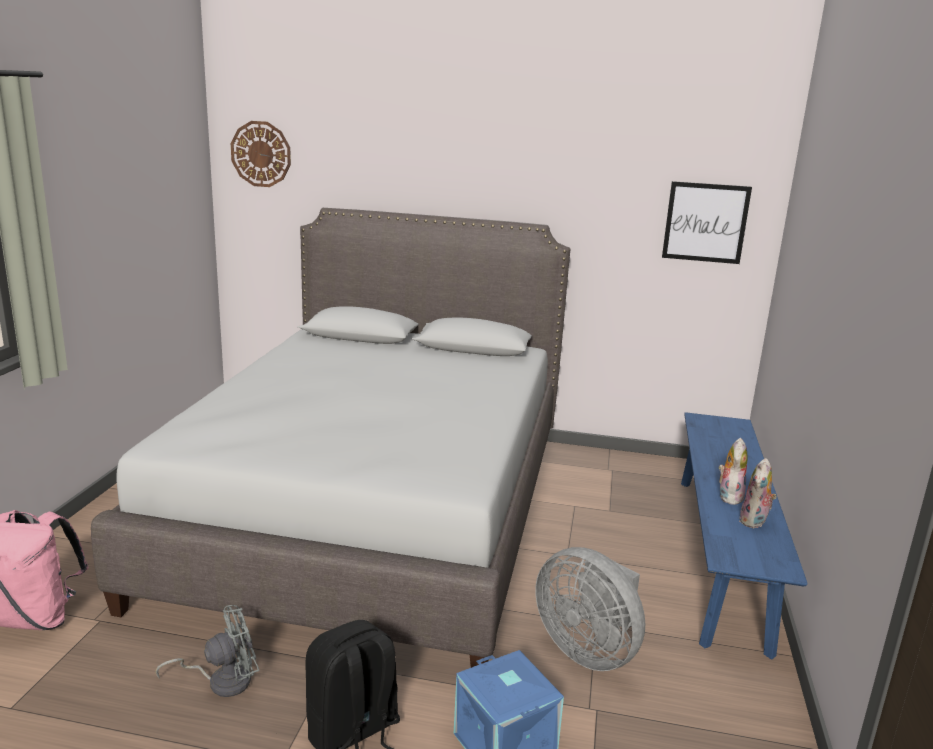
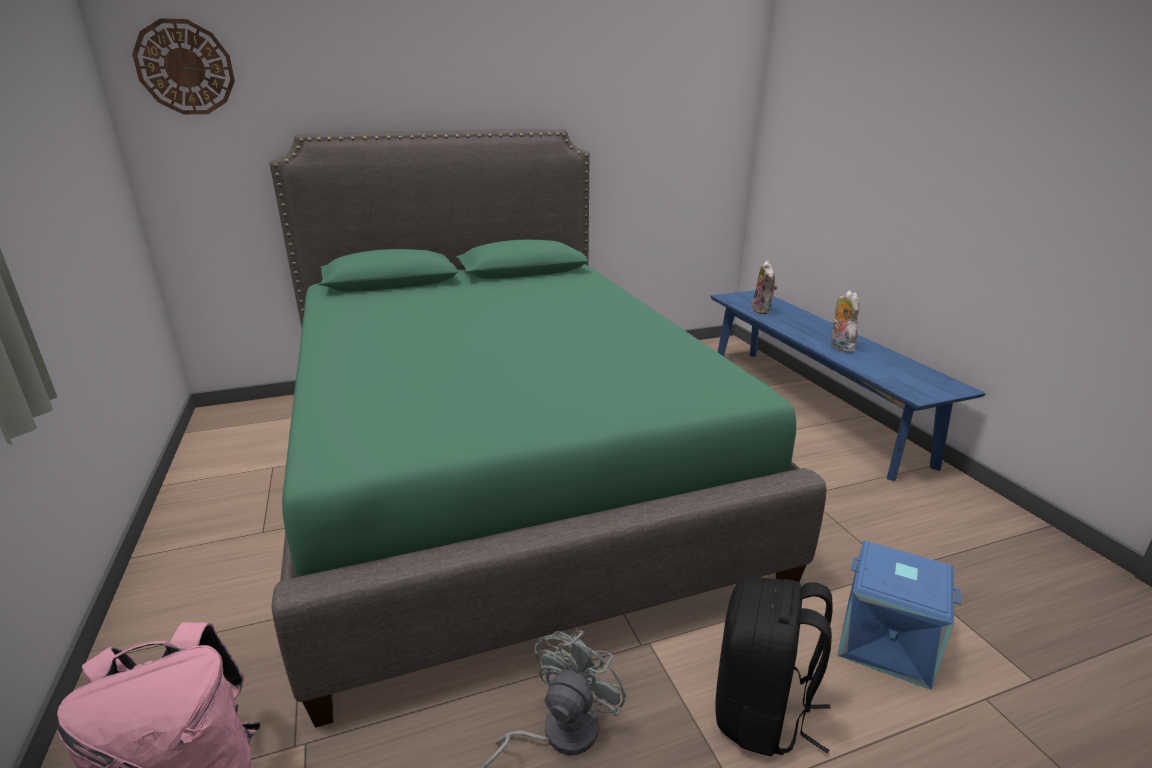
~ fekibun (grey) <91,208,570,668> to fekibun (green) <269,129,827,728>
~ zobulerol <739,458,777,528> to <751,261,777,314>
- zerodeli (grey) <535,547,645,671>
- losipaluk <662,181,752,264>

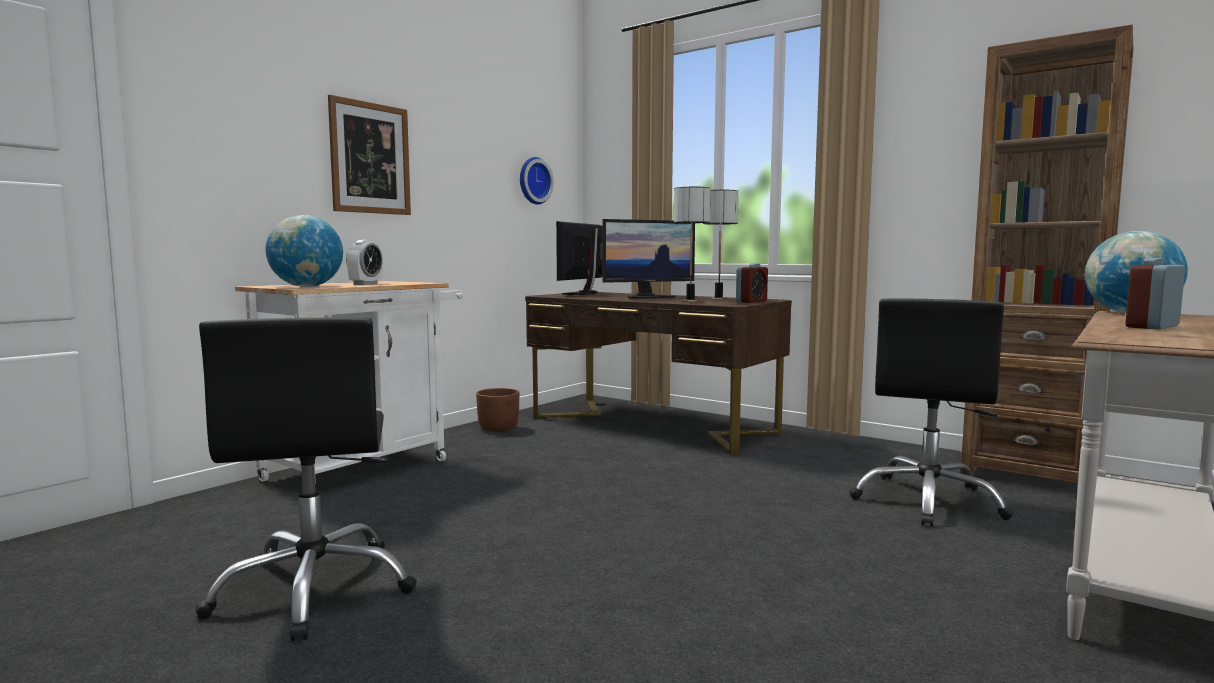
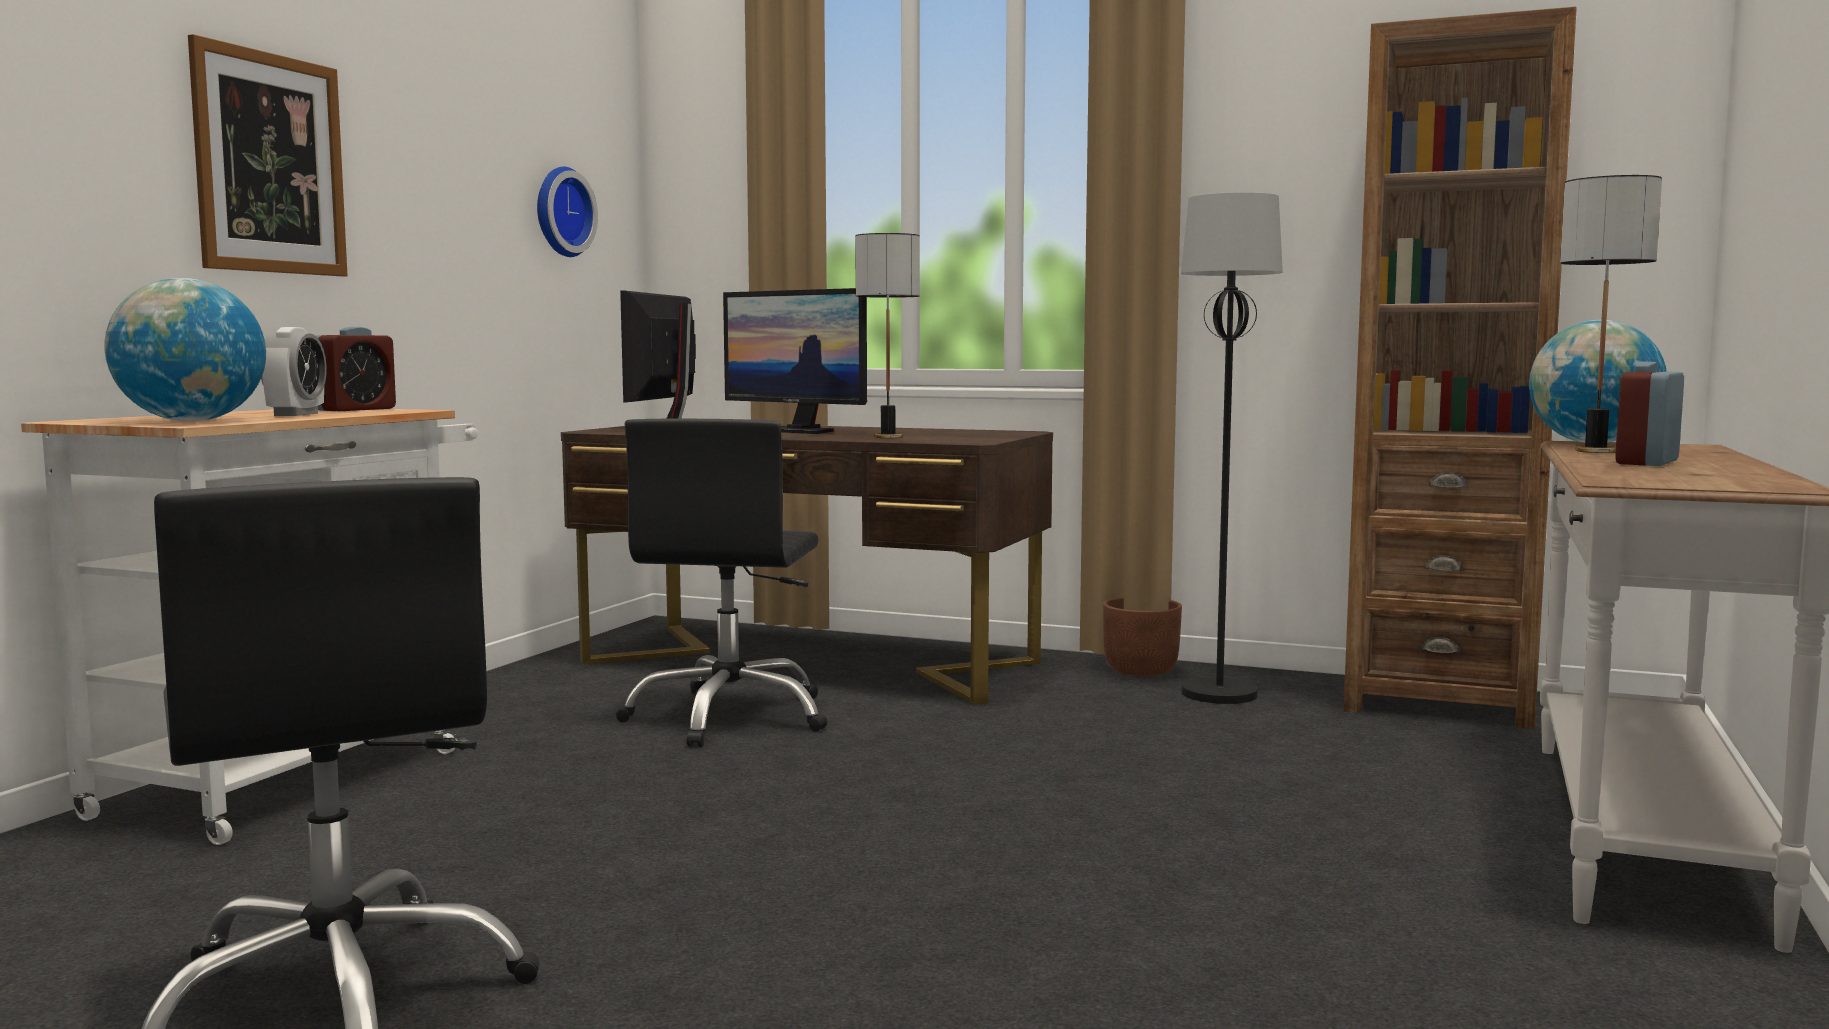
~ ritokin <736,263,768,303> to <315,327,396,411>
~ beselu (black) <849,299,1014,527> to <616,419,828,747>
~ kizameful <600,219,695,299> = <723,288,867,434> 75 degrees clockwise
~ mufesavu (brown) <476,388,519,432> to <1103,597,1182,676>
+ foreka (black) <1181,192,1283,704>
~ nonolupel <703,190,739,300> to <1560,175,1662,453>

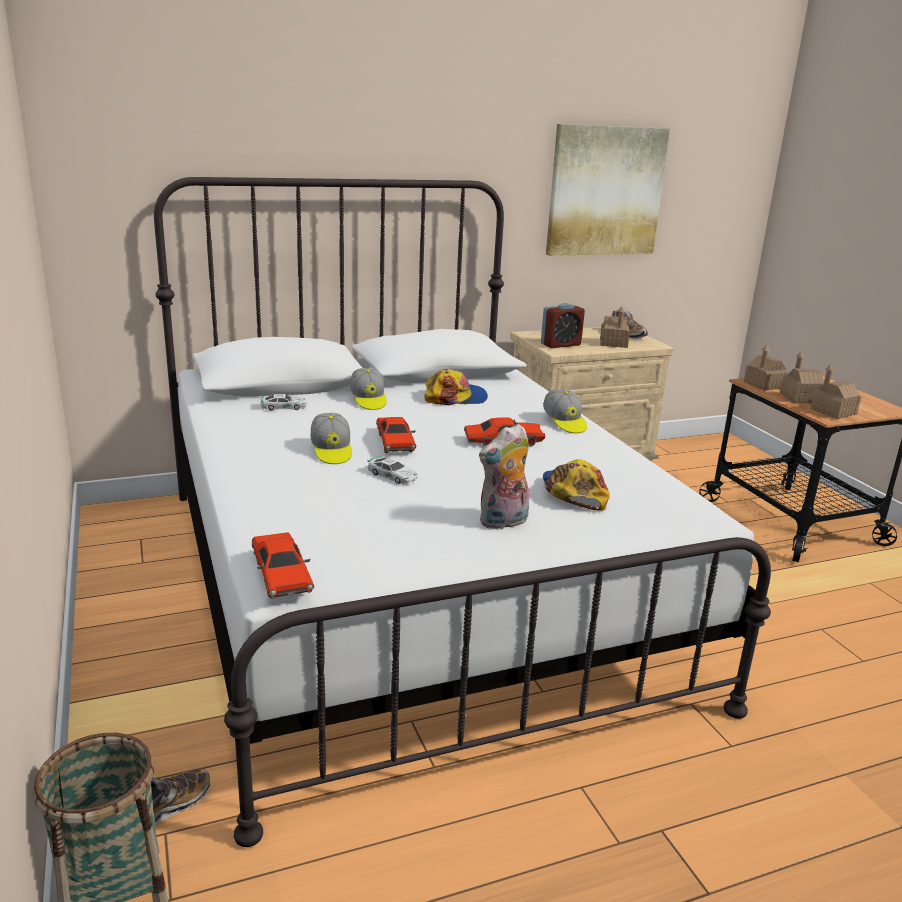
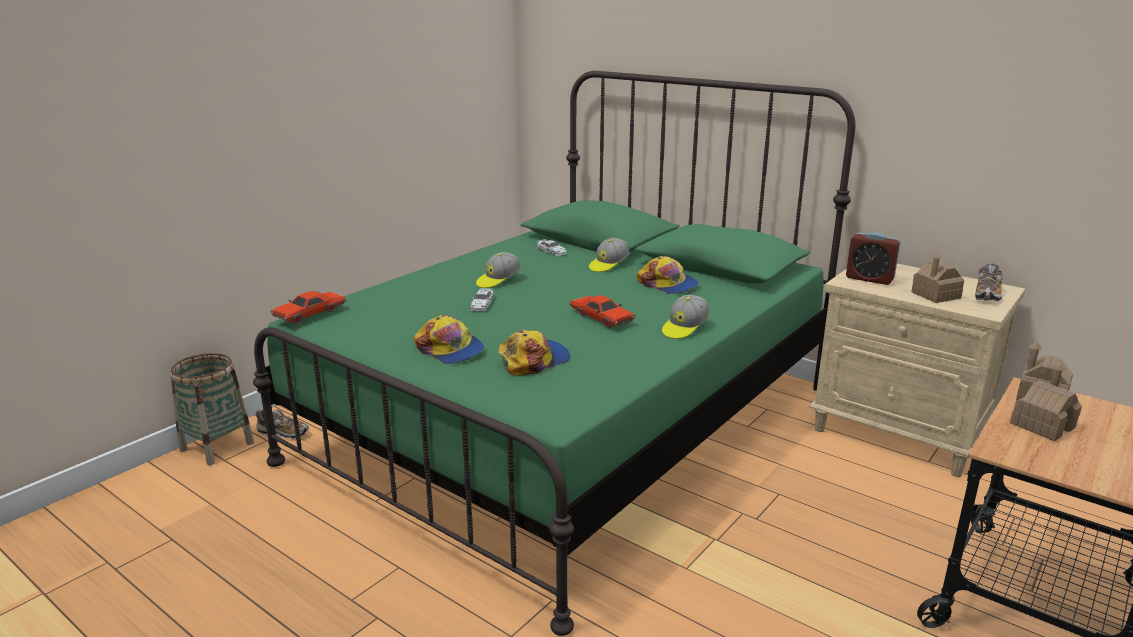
~ fekibun (white) <154,177,771,847> to fekibun (green) <253,71,856,636>
~ zobulerol <479,424,529,529> to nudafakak <414,315,485,364>
- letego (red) <376,417,416,453>
- losipaluk <546,124,670,256>
- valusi <810,364,861,419>

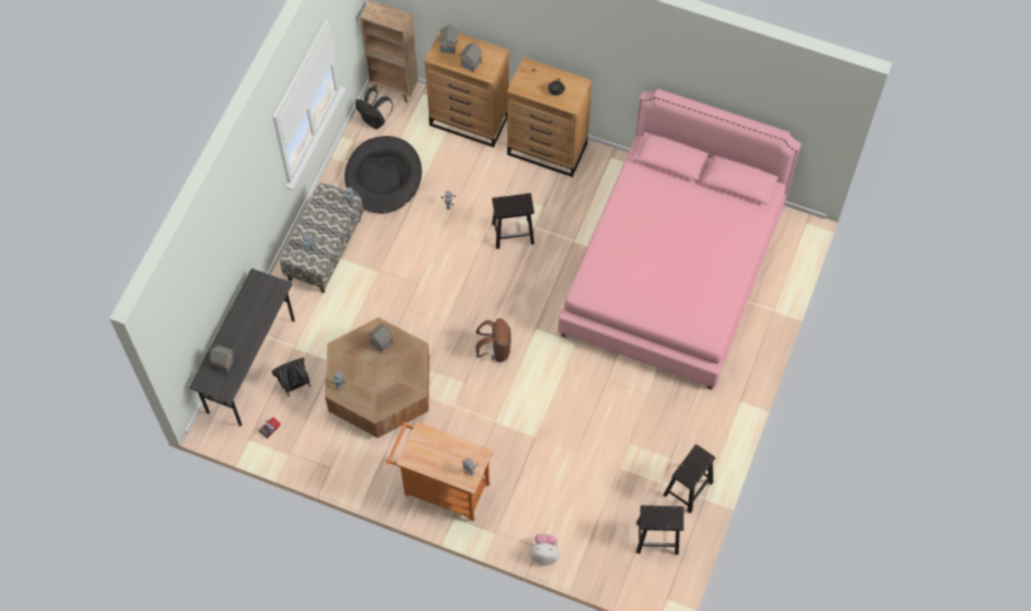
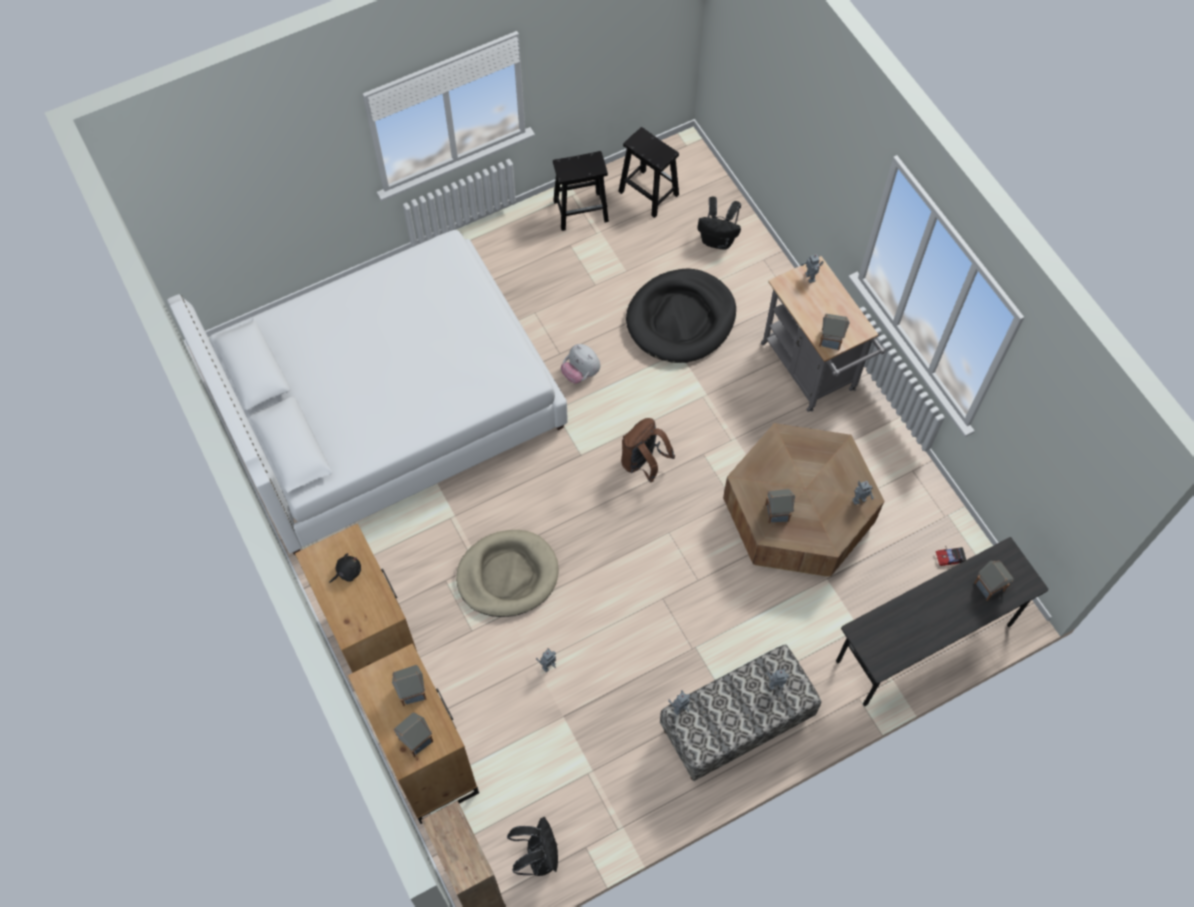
~ fekibun (pink) <558,89,801,390> to fekibun (white) <167,230,568,555>
~ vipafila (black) <492,193,534,249> to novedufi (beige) <456,530,558,617>
~ zobulerol <530,534,559,565> to <561,344,600,383>
~ novedufi (black) <345,136,422,214> to <626,269,736,363>
~ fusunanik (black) <271,357,311,397> to <697,197,741,250>
~ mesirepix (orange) <385,421,493,521> to mesirepix (grey) <761,256,886,412>
+ valusi <819,314,850,350>

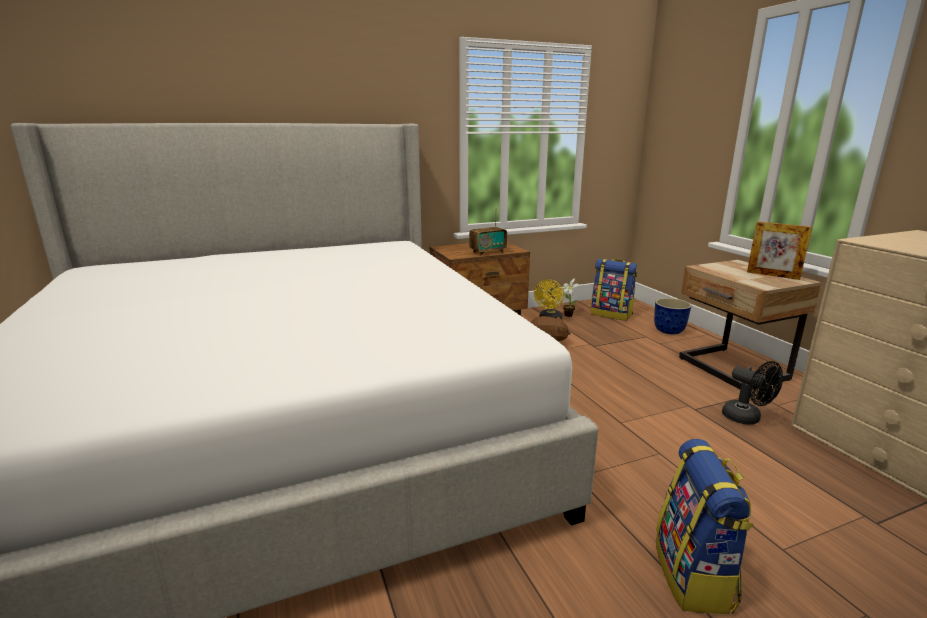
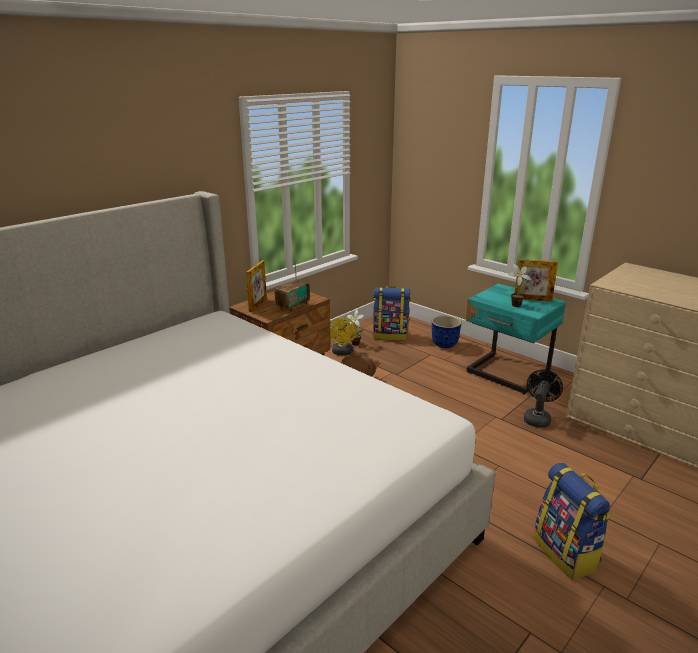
+ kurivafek <246,260,267,312>
~ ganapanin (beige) <679,260,821,390> to ganapanin (turquoise) <466,284,566,395>
+ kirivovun <508,264,531,307>
~ zerodeli (black) <722,361,783,425> = <524,370,563,428> 90 degrees counterclockwise

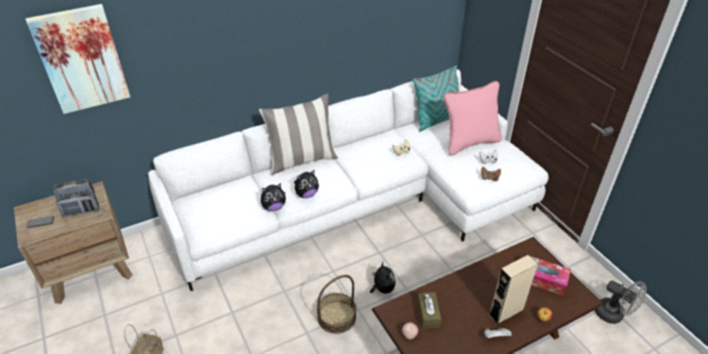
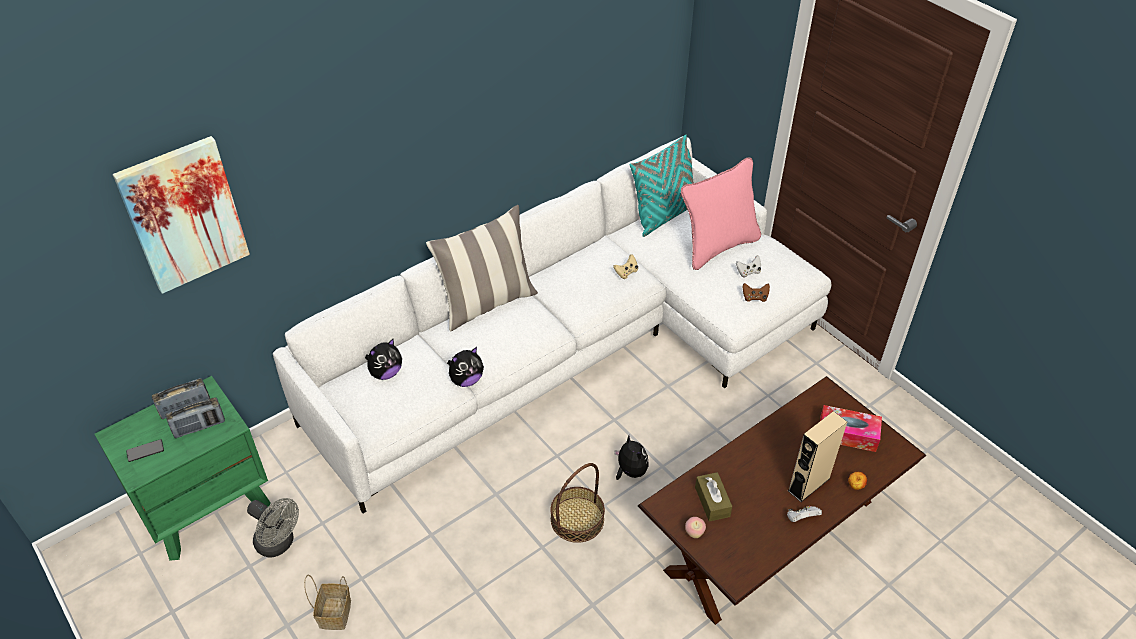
~ ganapanin (brown) <14,181,133,304> to ganapanin (green) <94,376,271,560>
~ zerodeli (grey) <595,280,646,324> to <247,498,299,558>
~ zobulerol <294,169,319,198> to <365,338,402,380>

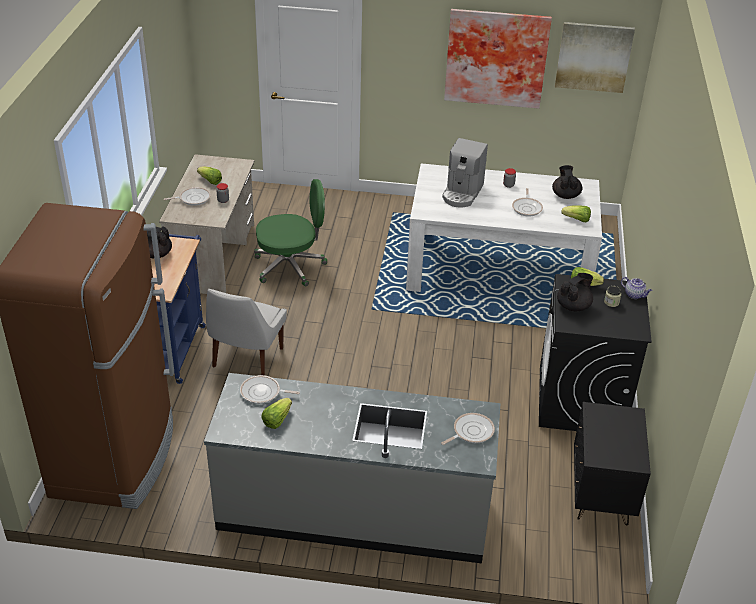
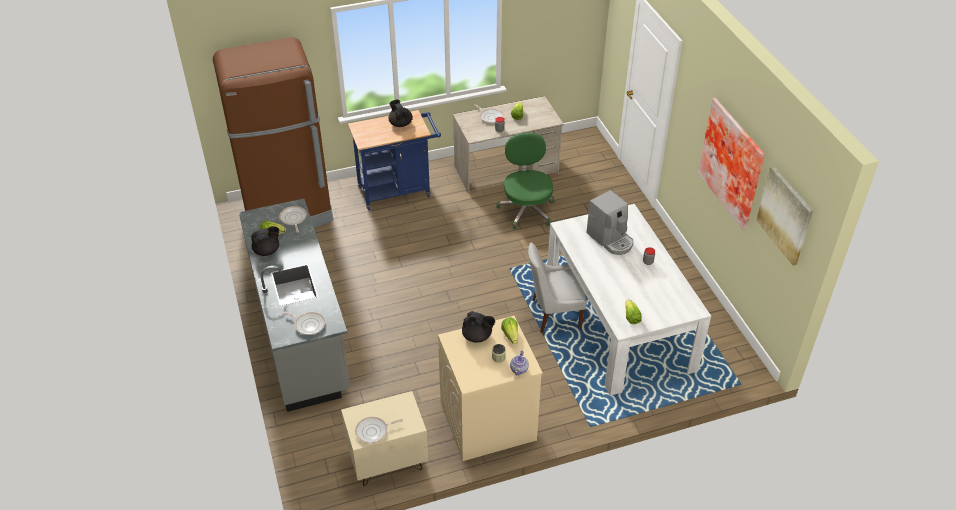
~ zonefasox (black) <552,165,582,199> to <251,226,279,256>
~ ganapanin (black) <574,402,651,526> to ganapanin (beige) <341,391,428,486>
~ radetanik <512,188,543,217> to <355,417,403,443>
~ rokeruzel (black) <539,274,652,431> to rokeruzel (beige) <438,316,543,461>
~ beselu (green) <254,179,327,287> = <496,133,555,229> 150 degrees counterclockwise
~ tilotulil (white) <206,289,287,375> to <528,242,587,333>
~ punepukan <442,138,488,207> = <587,190,633,255> 120 degrees counterclockwise

